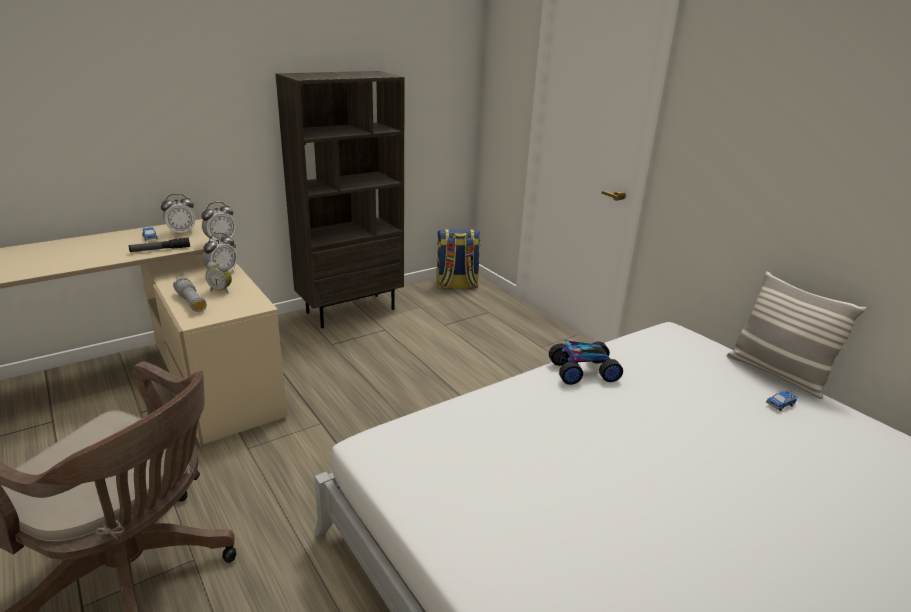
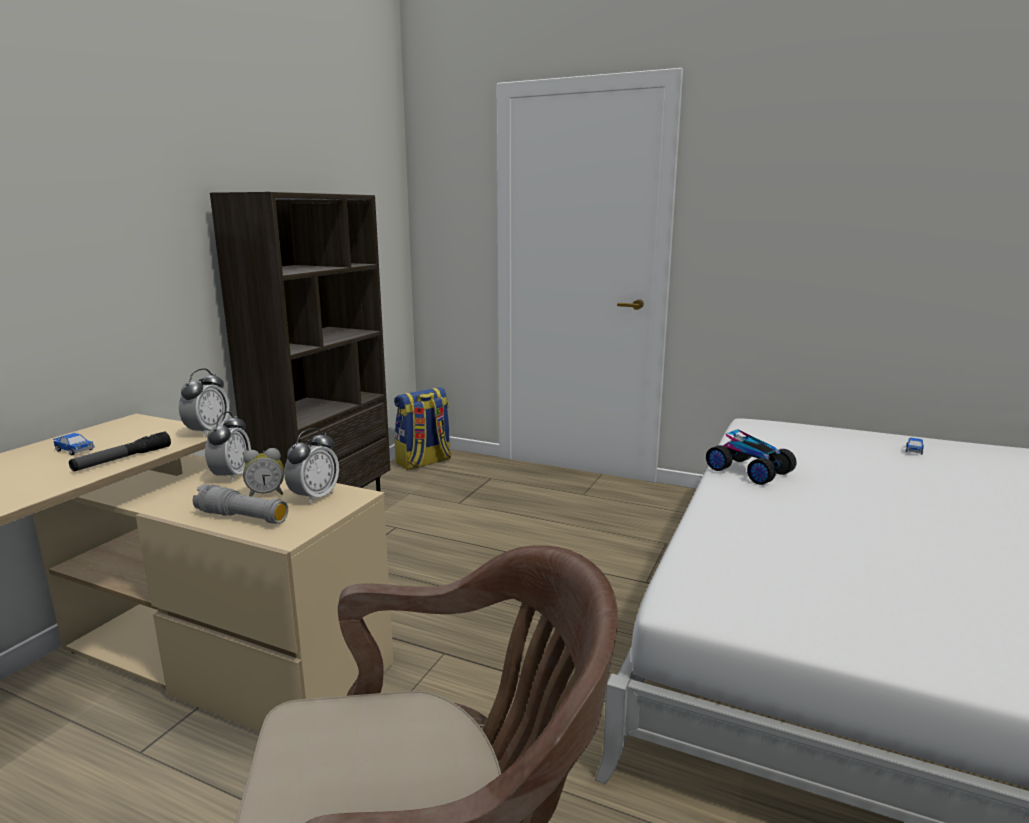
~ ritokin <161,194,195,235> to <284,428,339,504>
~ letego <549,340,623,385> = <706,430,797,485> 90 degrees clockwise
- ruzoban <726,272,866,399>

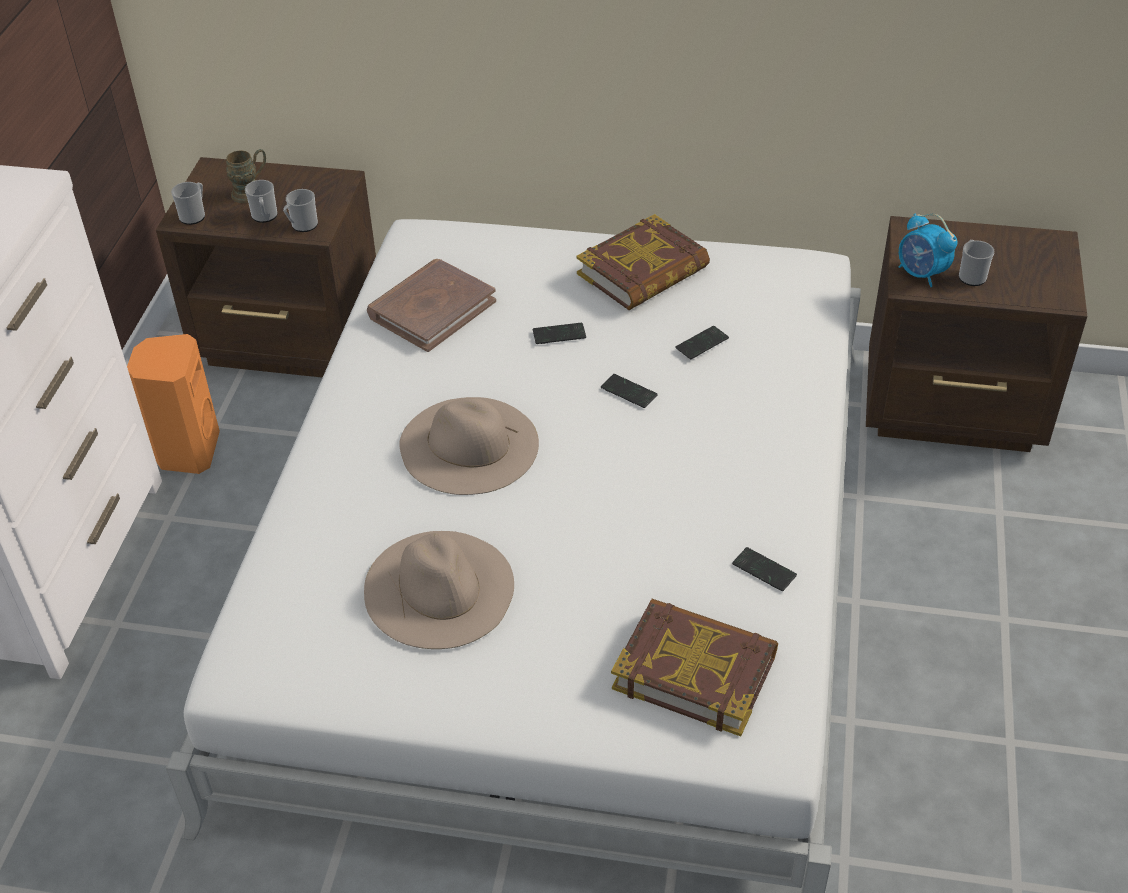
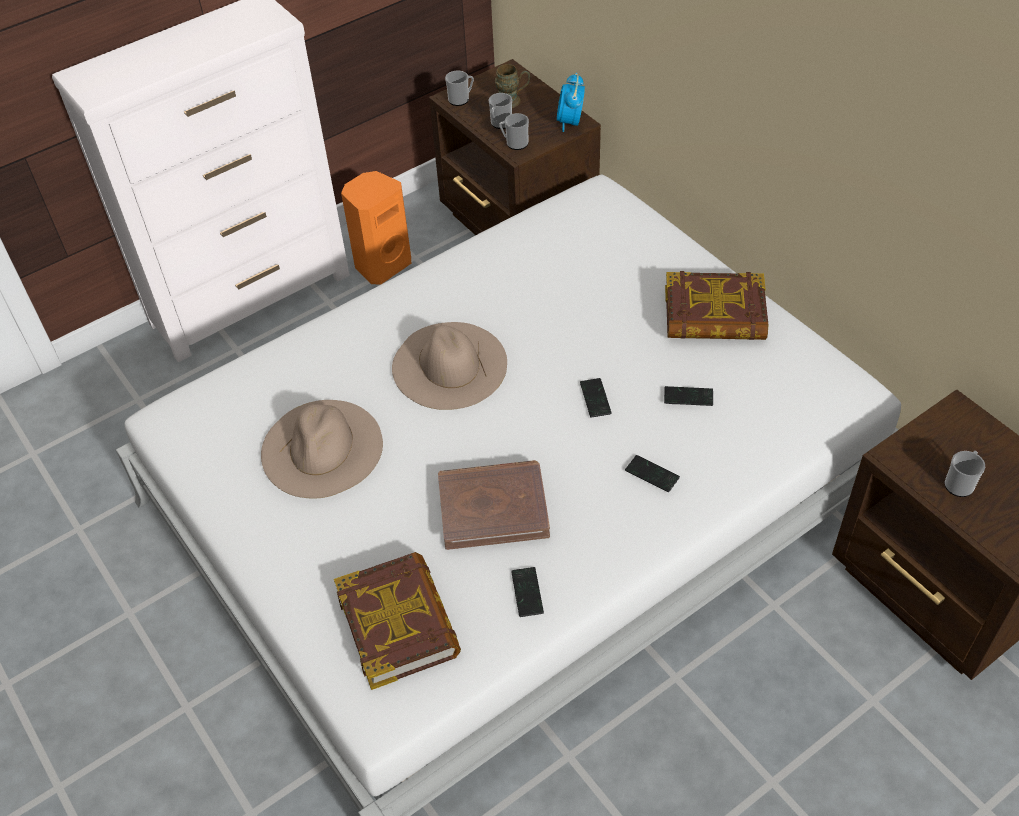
~ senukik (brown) <367,259,496,352> to <438,460,550,550>
~ ritokin <899,214,957,287> to <557,73,585,132>
~ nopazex <533,323,586,344> to <625,455,680,492>

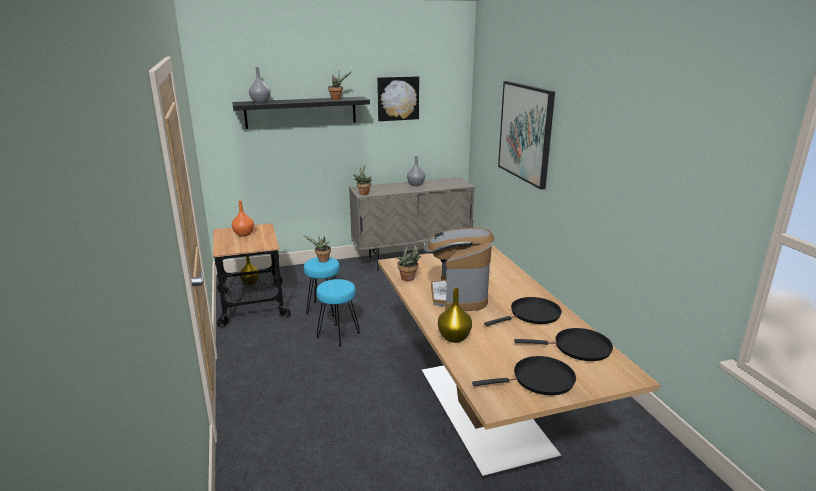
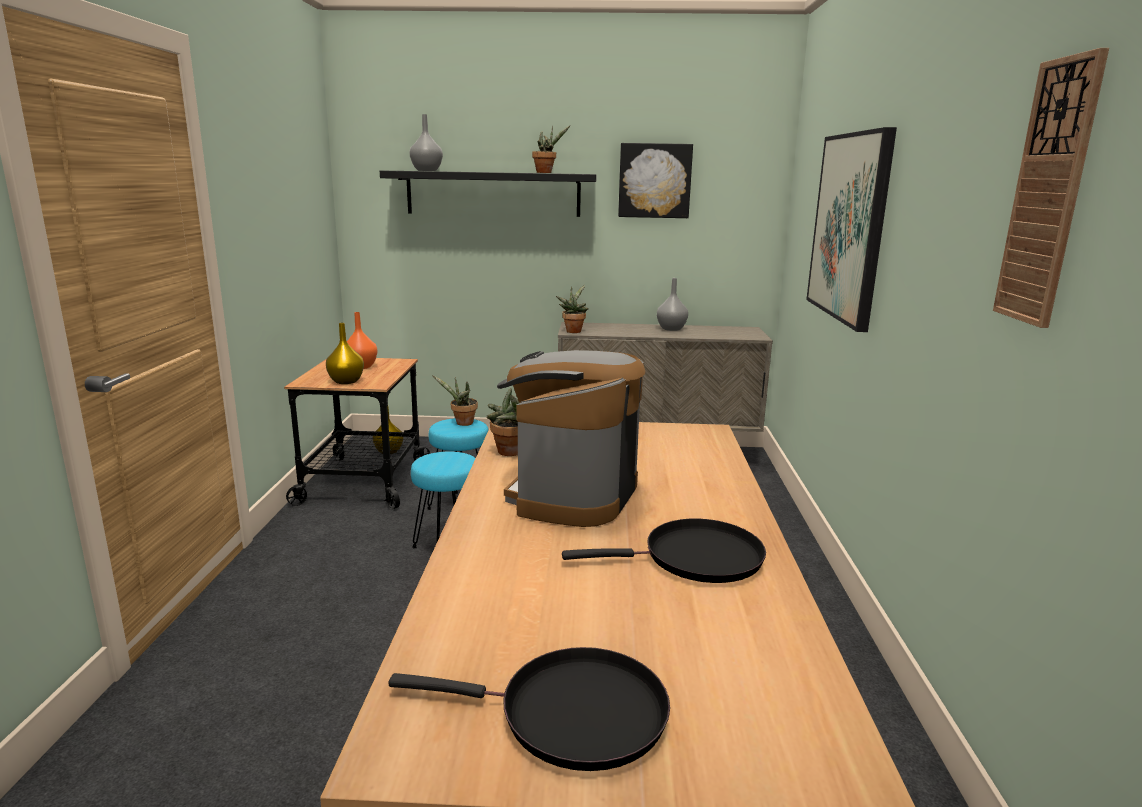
~ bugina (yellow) <438,287,472,343> to <326,323,364,384>
+ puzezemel <993,48,1109,328>
- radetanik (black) <514,328,613,361>

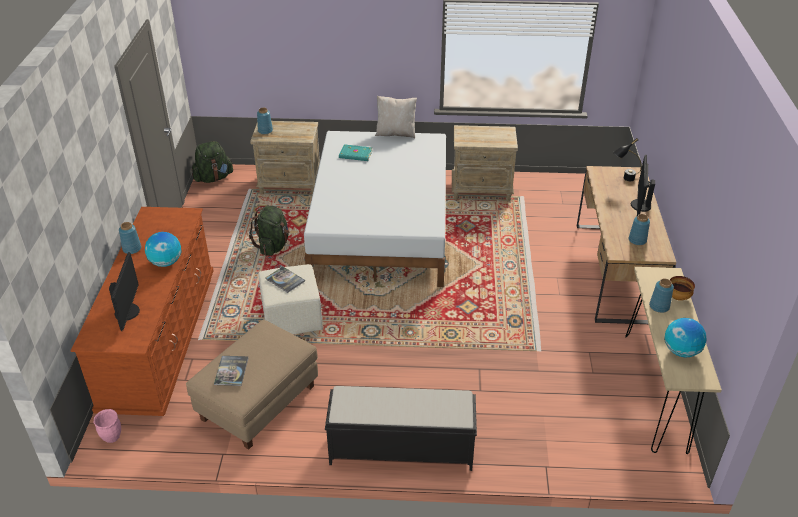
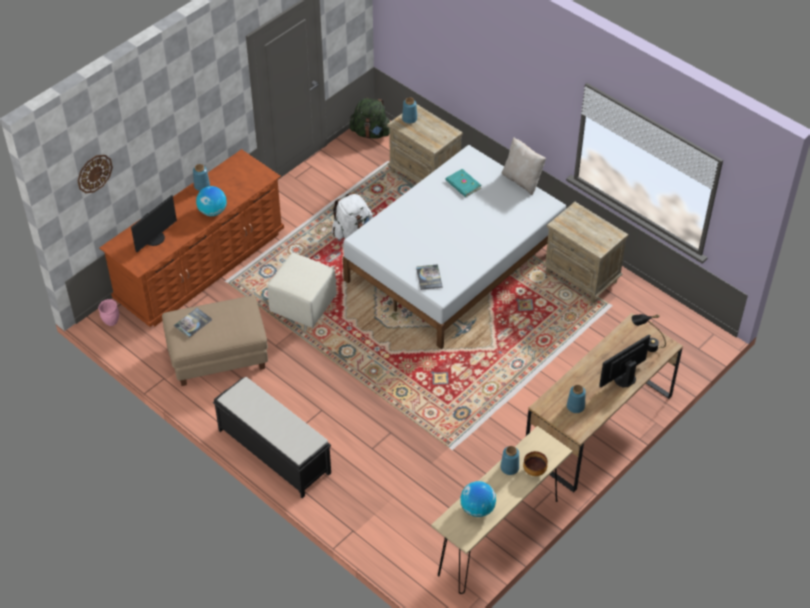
+ puzezemel <78,155,113,193>
~ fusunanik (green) <249,206,289,256> to fusunanik (white) <332,193,373,239>
~ senukik <266,267,305,293> to <416,264,443,290>

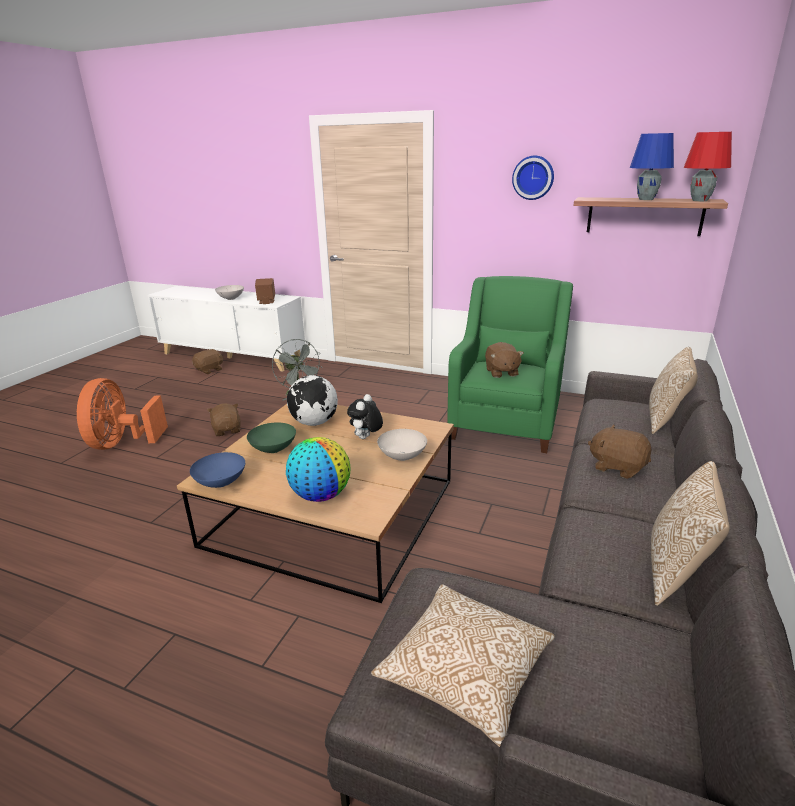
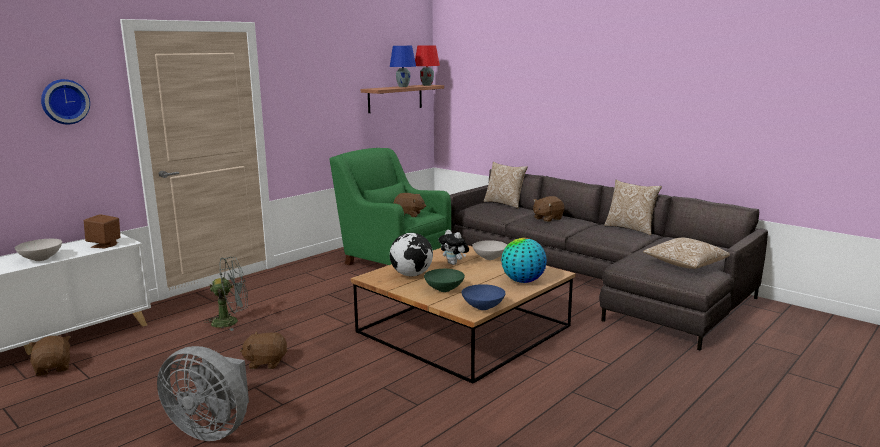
~ puzezemel <512,156,554,200> to <41,79,90,124>
~ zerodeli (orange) <77,378,168,450> to zerodeli (grey) <157,346,249,441>

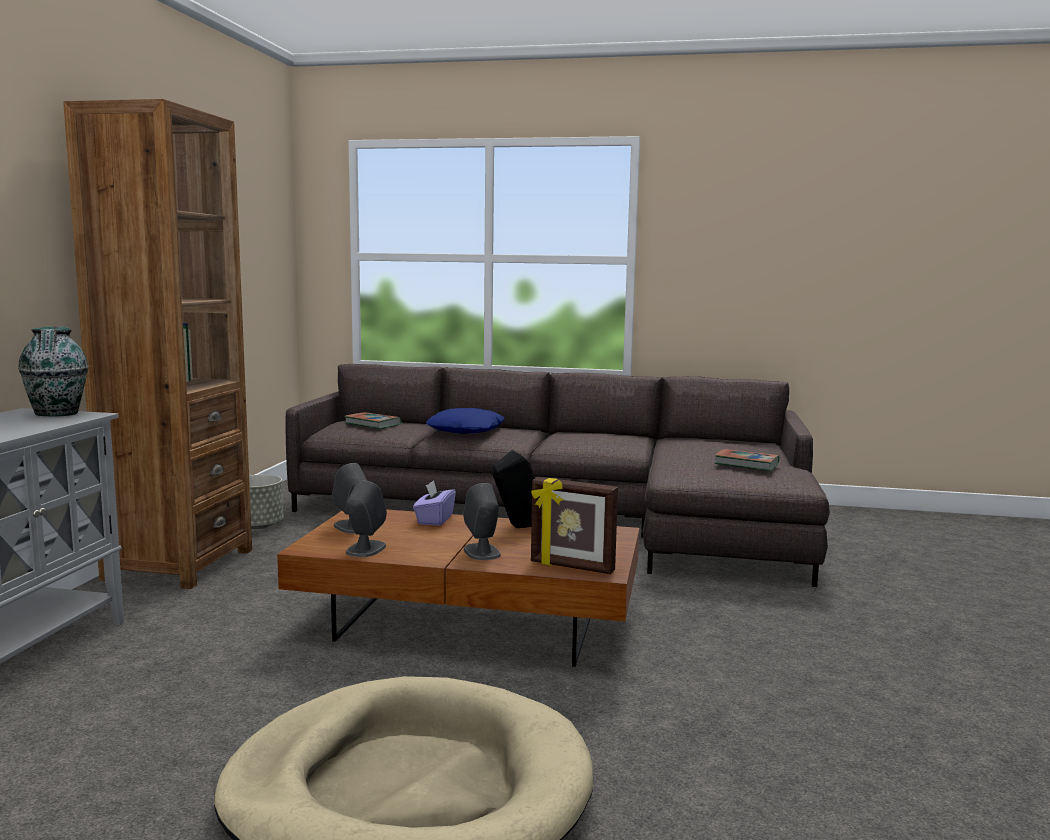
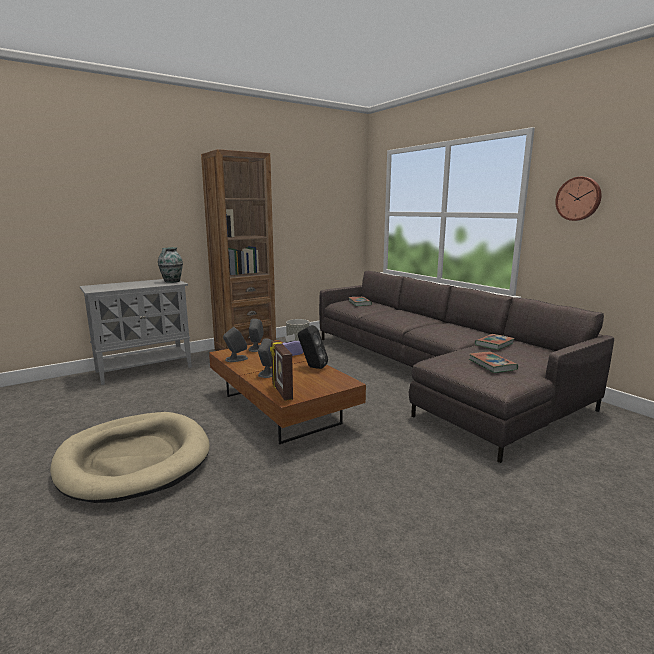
+ senukik <475,334,515,350>
+ puzezemel <555,177,602,221>
- ruzoban (blue) <426,408,505,434>

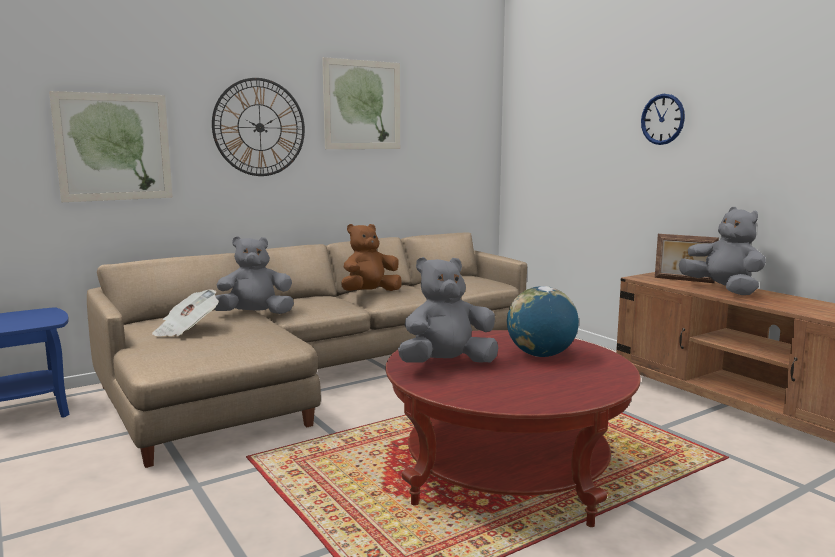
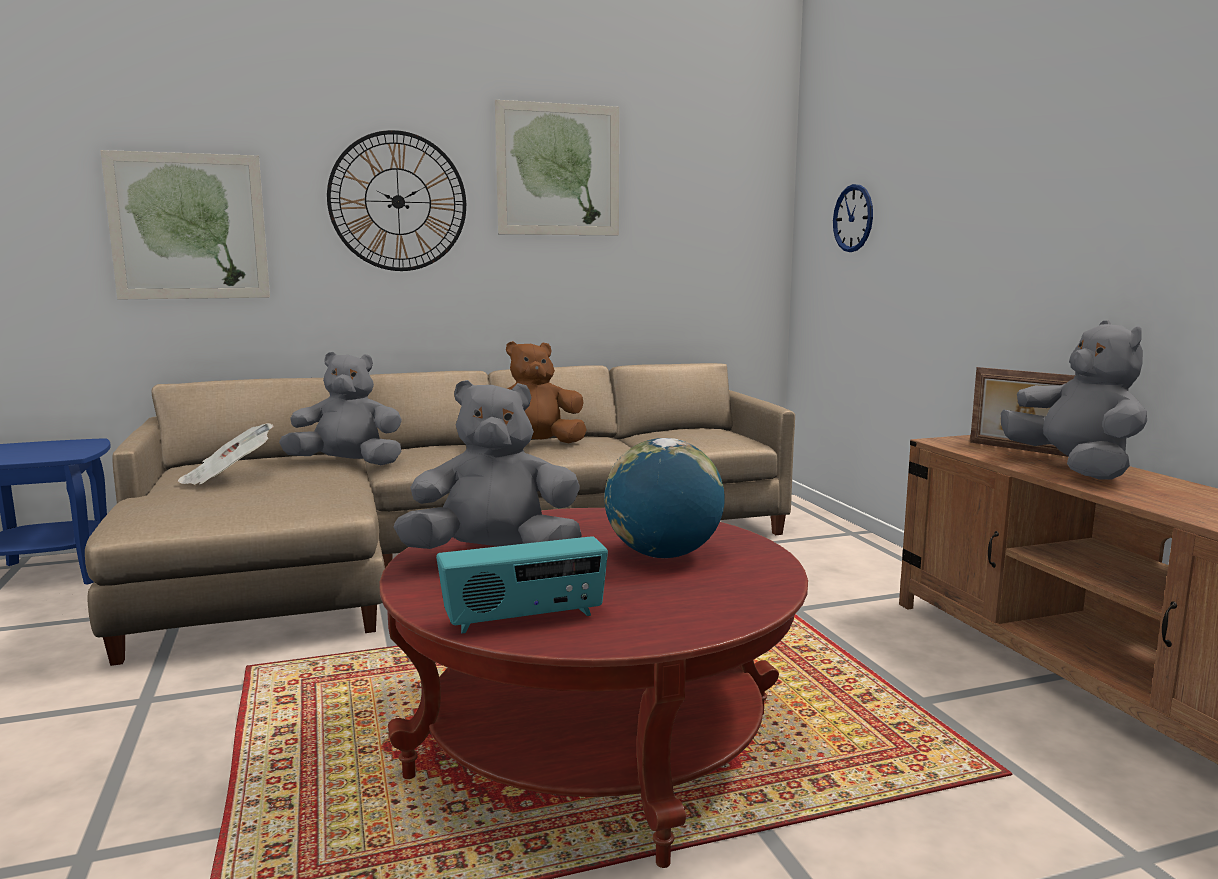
+ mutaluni <436,536,608,634>
~ puzezemel <641,94,685,145> to <833,184,873,252>

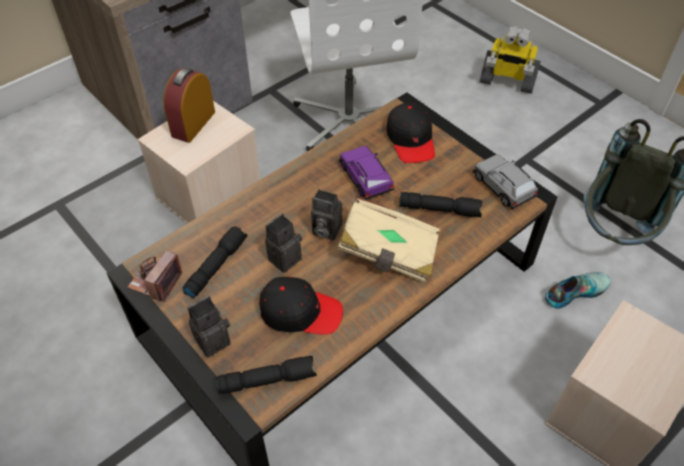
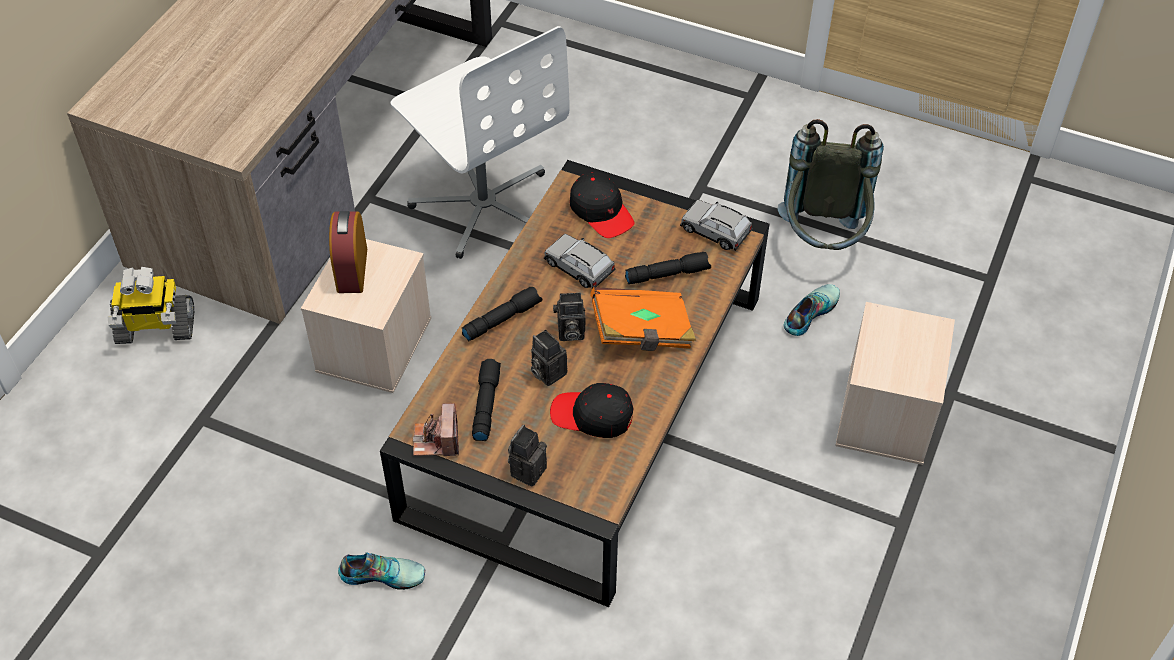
~ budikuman <479,26,541,94> to <108,267,194,344>
+ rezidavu <338,552,425,590>
~ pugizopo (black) <215,356,317,394> to <462,287,542,341>
~ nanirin <265,213,303,273> = <531,330,567,386> 60 degrees counterclockwise
~ letego (purple) <339,145,394,199> to letego (grey) <544,234,616,288>
~ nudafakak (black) <259,277,343,335> = <550,383,633,438> 150 degrees counterclockwise
~ senukik (beige) <337,195,440,283> to senukik (orange) <590,287,696,351>

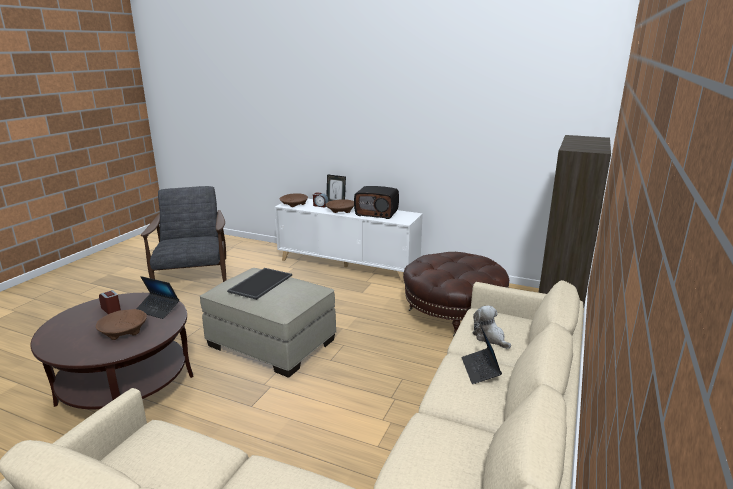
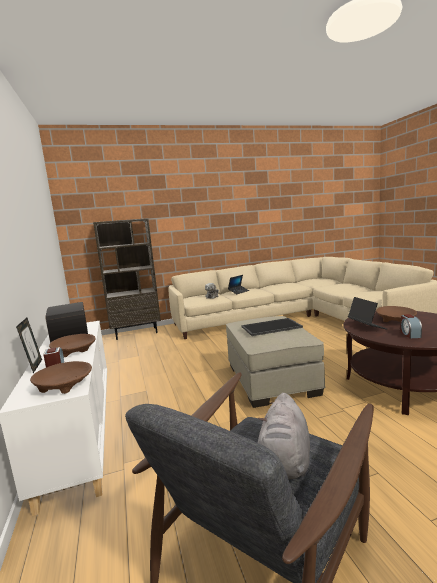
+ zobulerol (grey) <258,393,310,479>
- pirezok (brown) <403,252,509,337>

